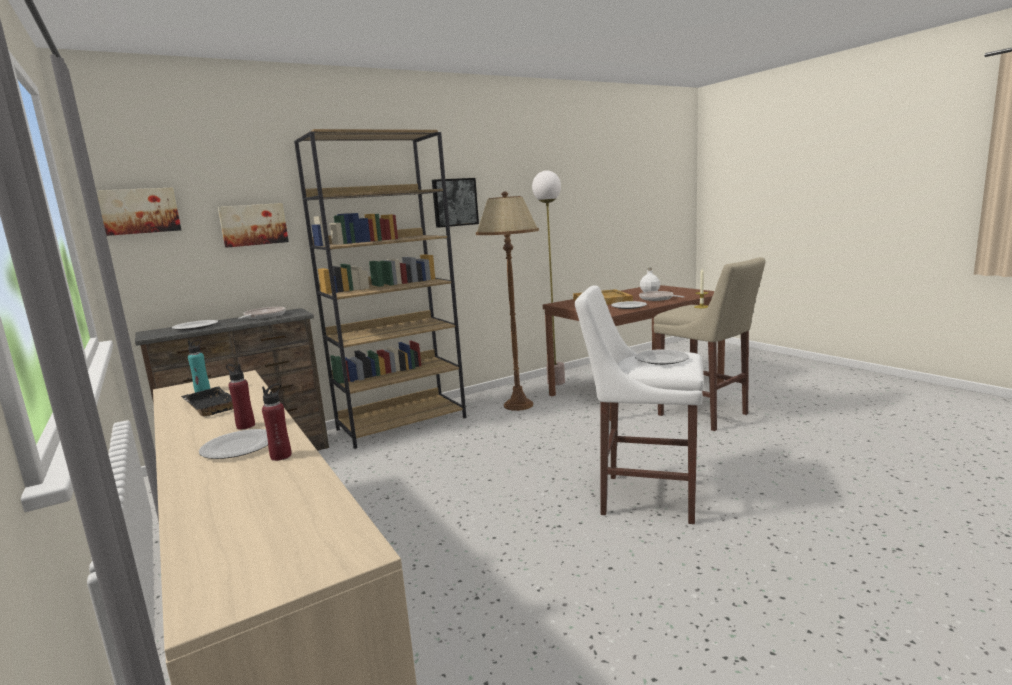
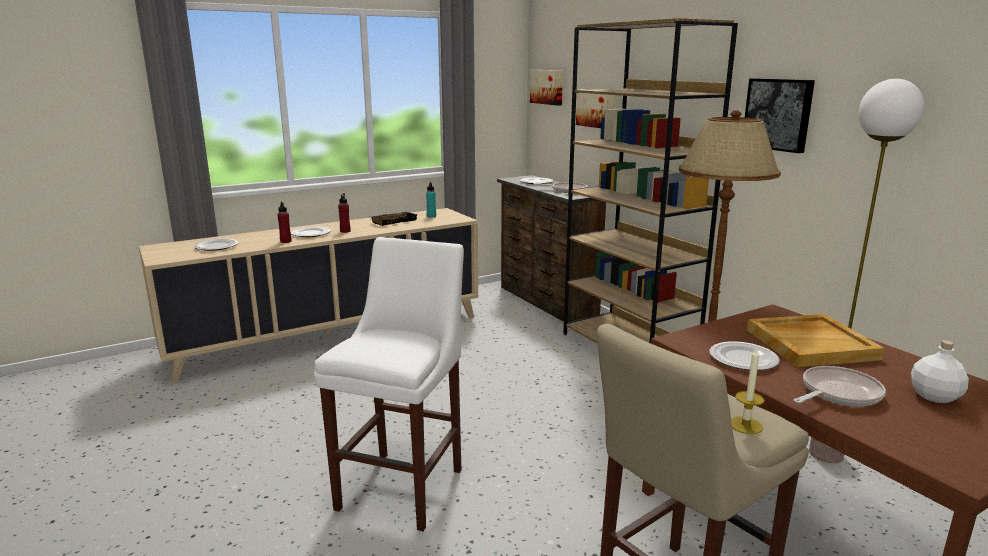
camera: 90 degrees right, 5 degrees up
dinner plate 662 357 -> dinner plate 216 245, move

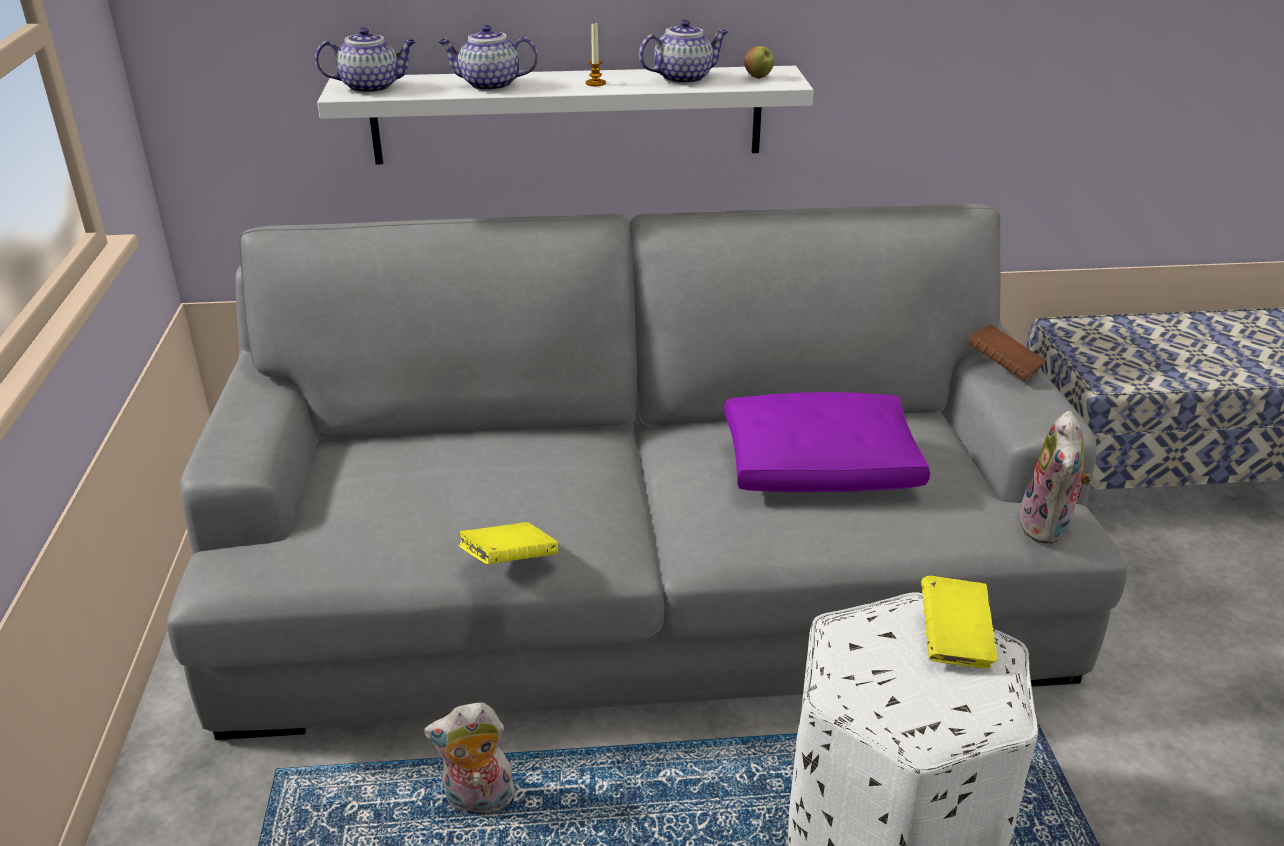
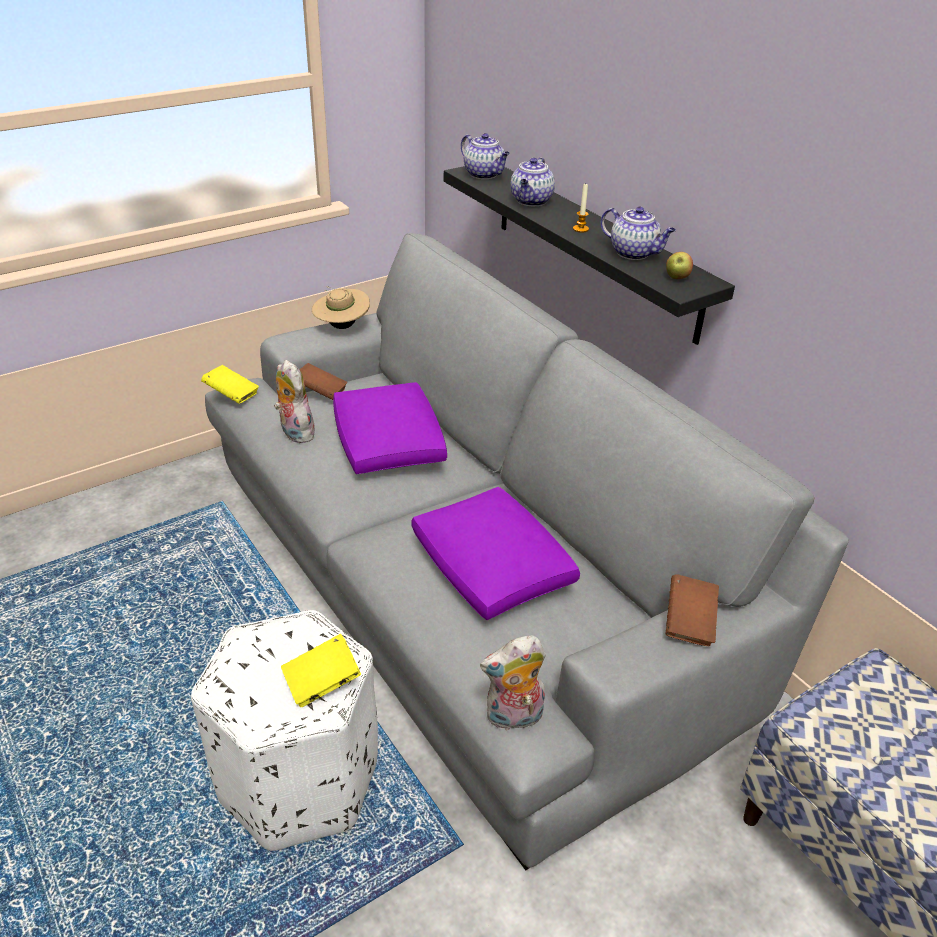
camera: 60 degrees right, 5 degrees up
teapot 488 58 -> teapot 532 181, 135 degrees counterclockwise
whitish bracket shelf 565 115 -> black-coloured bracket shelf 589 255
yellowish book 508 543 -> yellowish book 230 384, move
cuddly toy 470 758 -> cuddly toy 294 401, move
none -> beige-coloured wearable hat 341 307
none -> brownish book 323 381
none -> purple-coloured pillow 390 428

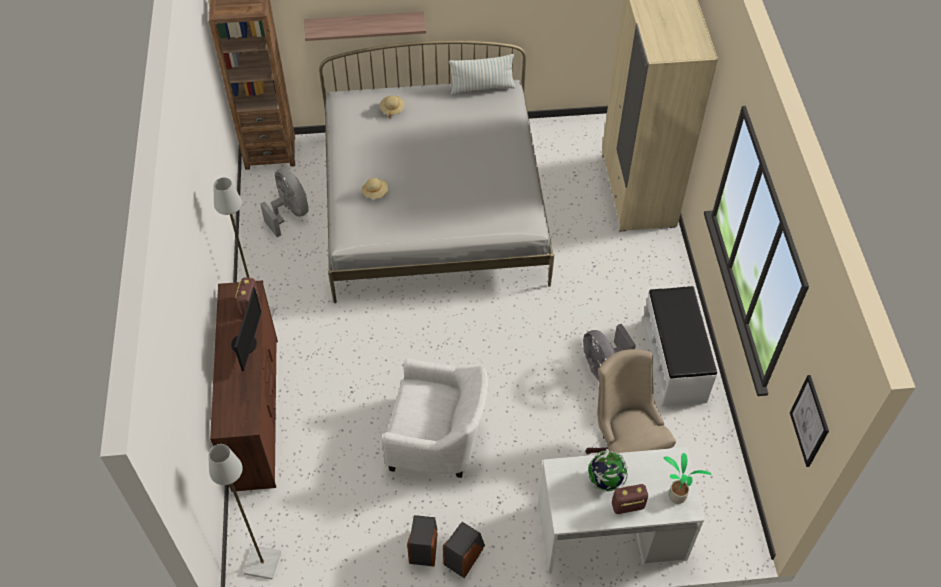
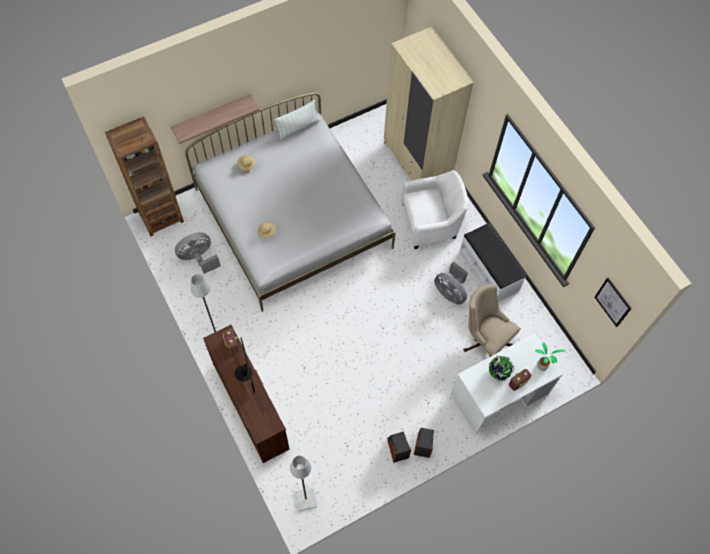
camera: 25 degrees left, 10 degrees up
greyish cooling fan 284 202 -> greyish cooling fan 198 253, 60 degrees counterclockwise
whitish armchair 435 418 -> whitish armchair 434 209, move

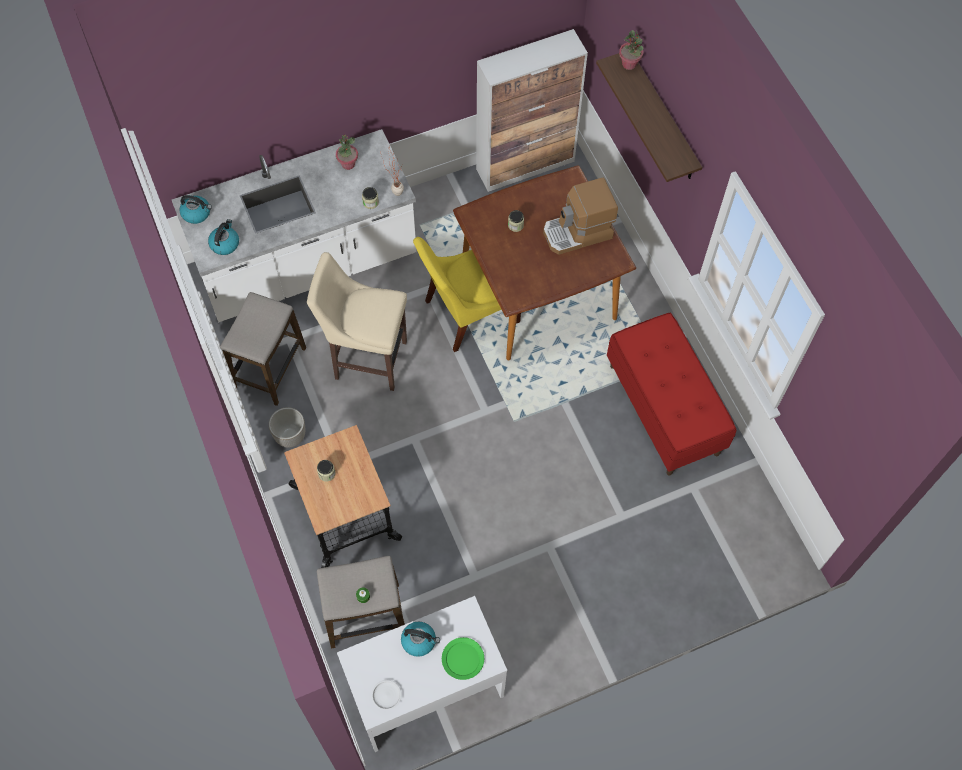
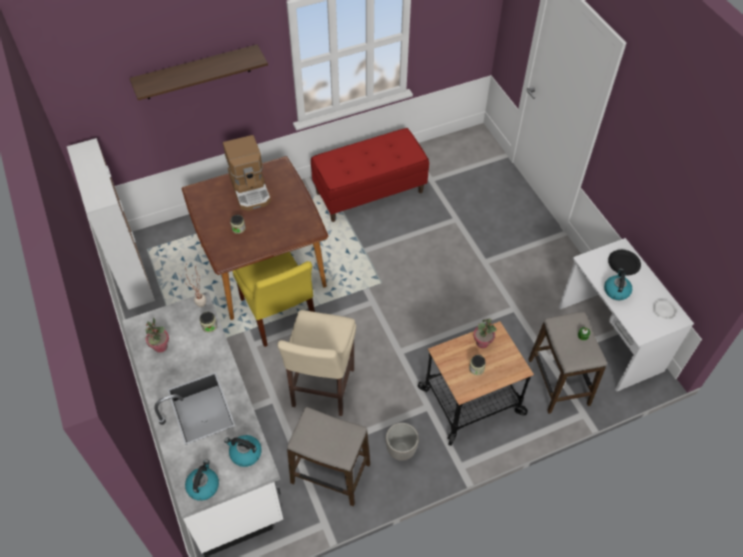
camera: 90 degrees left, 10 degrees down
potted plant 631 50 -> potted plant 485 333, move
green dinner plate 463 658 -> black-coloured dinner plate 624 262

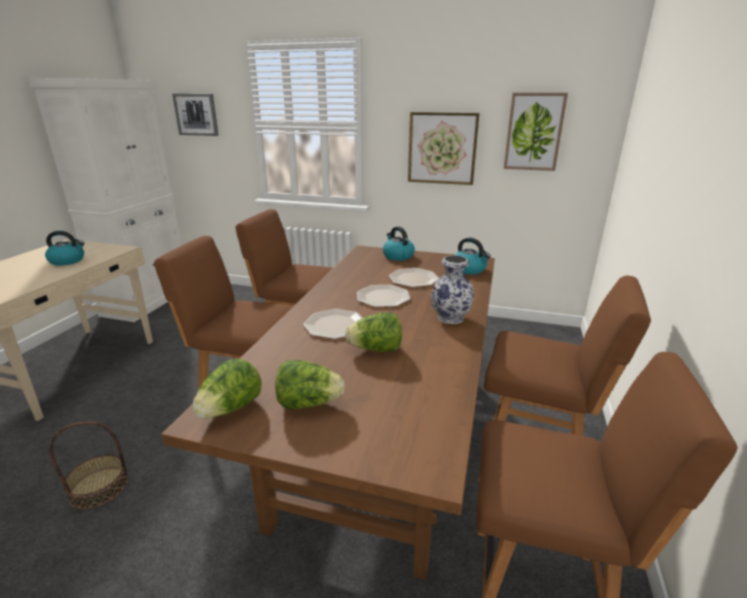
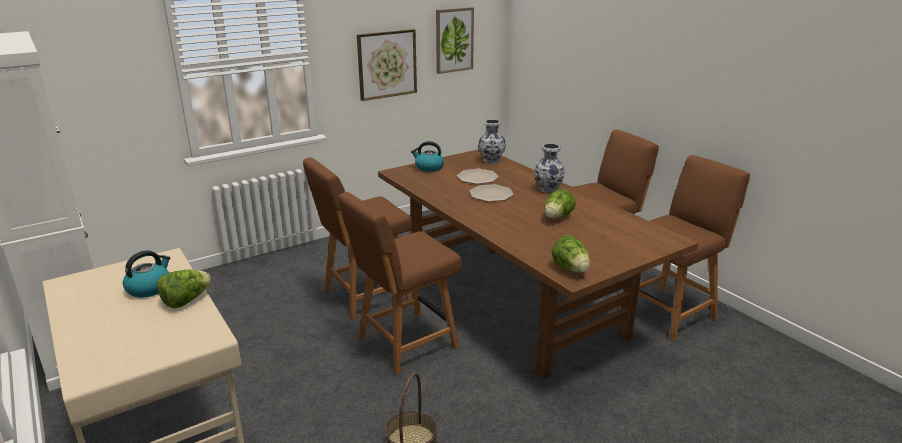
camera: 50 degrees left, 0 degrees up
wall art 195 115 -> none
kettle 473 256 -> decorative vase 492 141
dinner plate 333 324 -> none
lettuce 310 384 -> lettuce 184 288, move

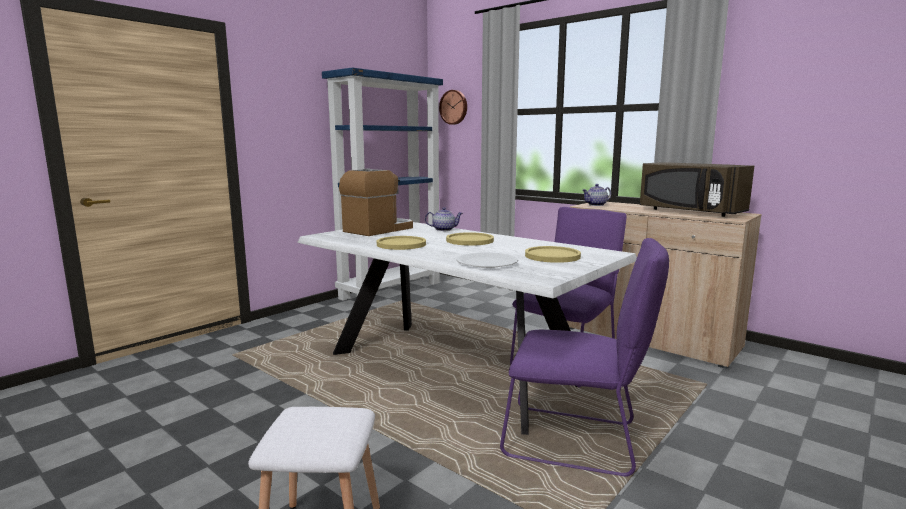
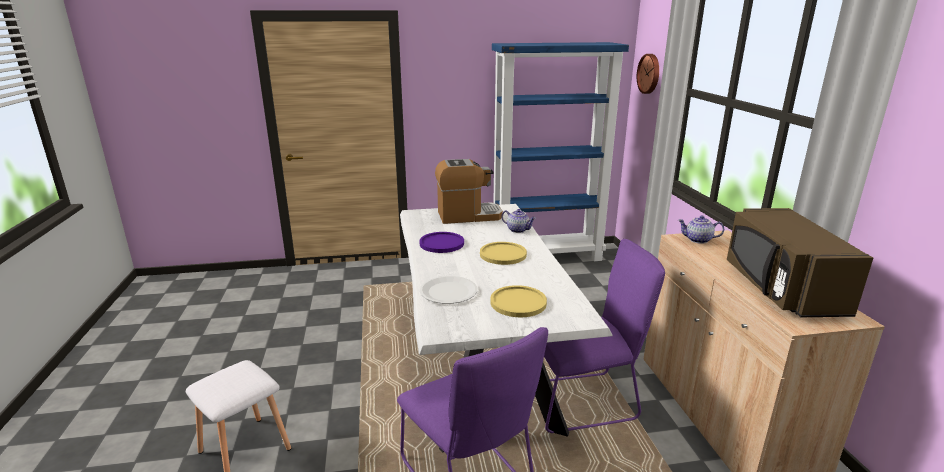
camera: 40 degrees right, 10 degrees up
yellowish dinner plate 401 243 -> purple-coloured dinner plate 441 242

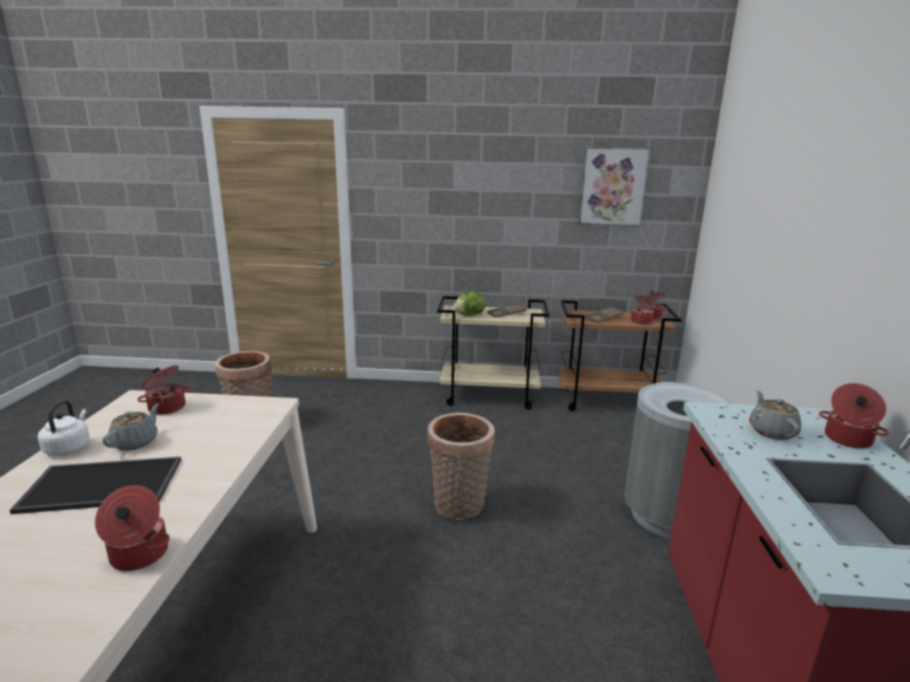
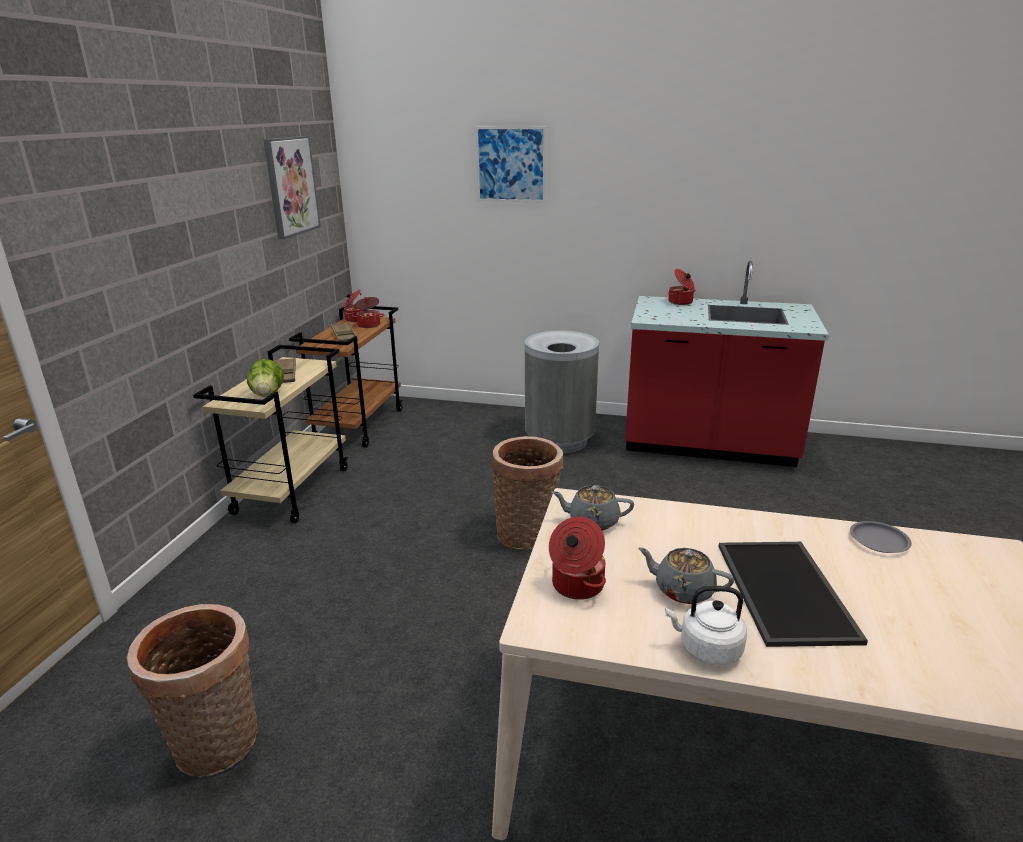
camera: 80 degrees left, 5 degrees up
greyish teapot 775 415 -> greyish teapot 593 508, move
stockpot 132 528 -> greyish dinner plate 881 537
none -> wall art 511 164

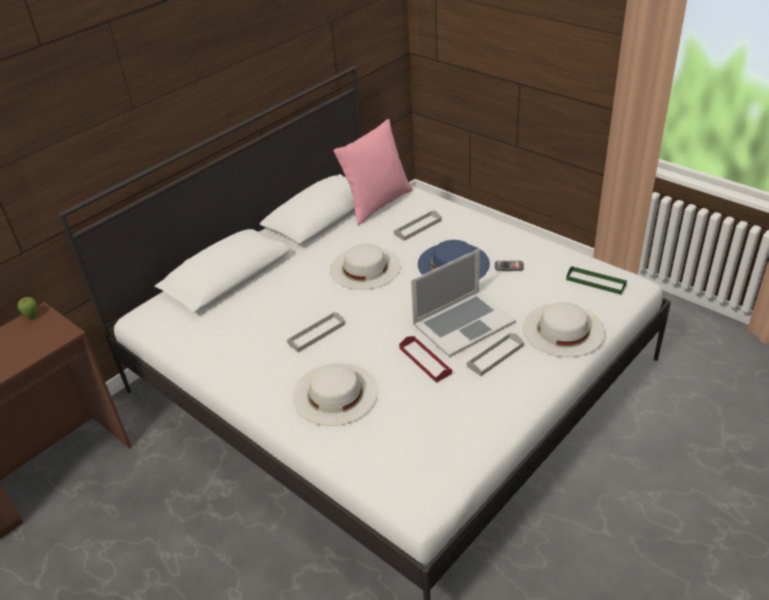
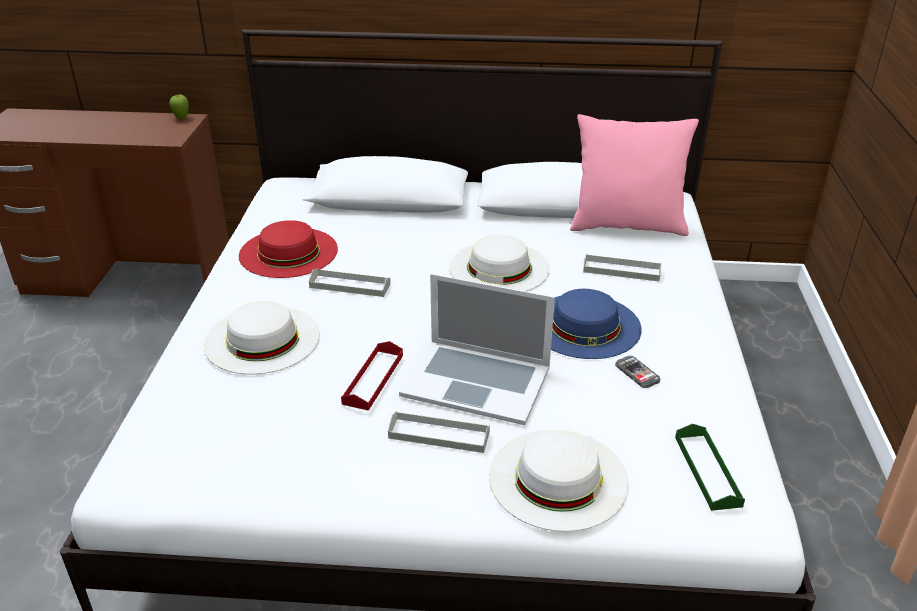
camera: 50 degrees right, 5 degrees down
none -> reddish wearable hat 288 249

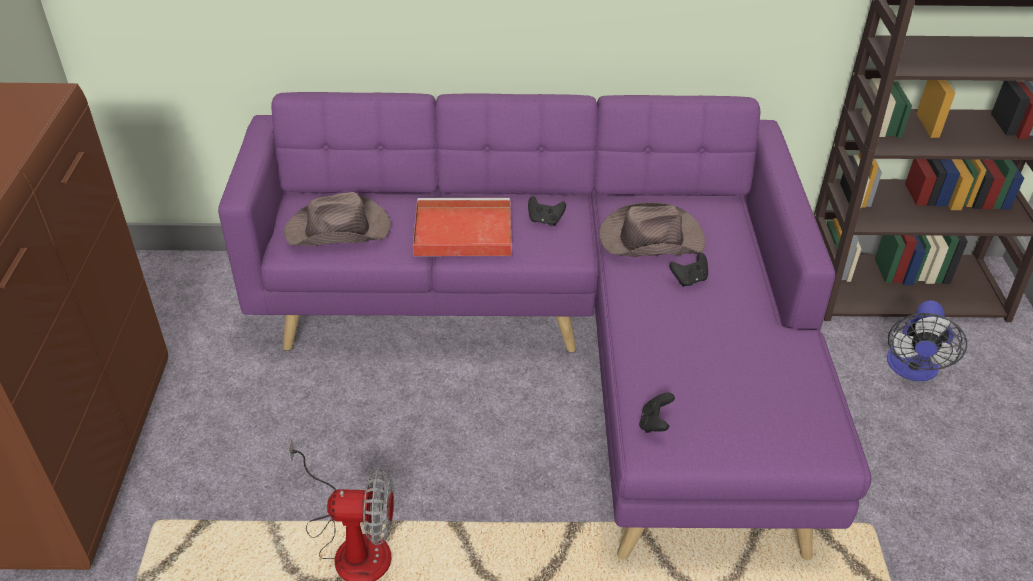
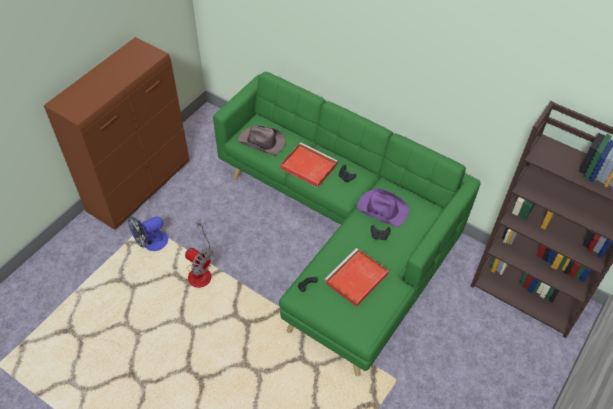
camera: 35 degrees right, 10 degrees up
purple-coloured sofa 545 326 -> green sofa 347 224
brownish wearable hat 652 229 -> purple-coloured wearable hat 383 207
cooling fan 927 340 -> cooling fan 148 233, move
none -> reddish serving tray 356 277

